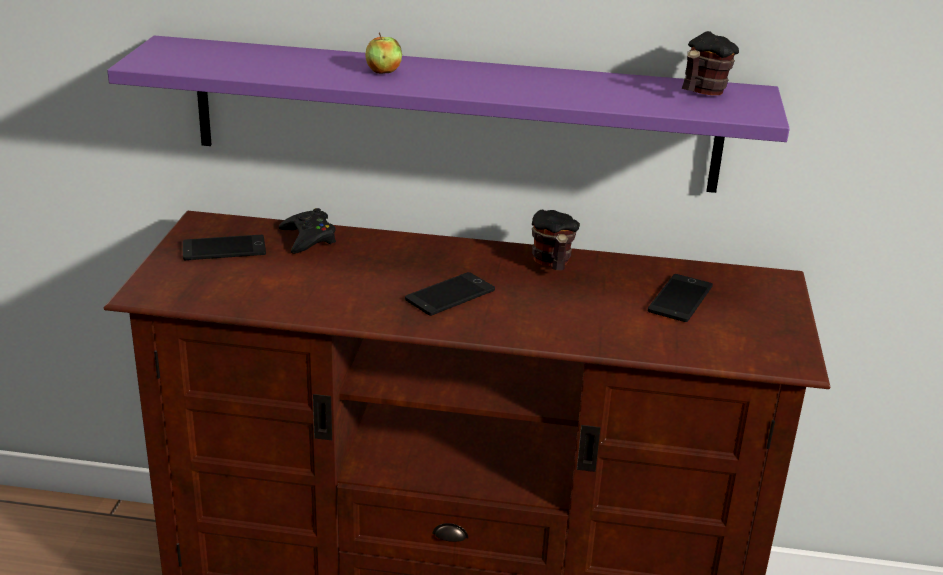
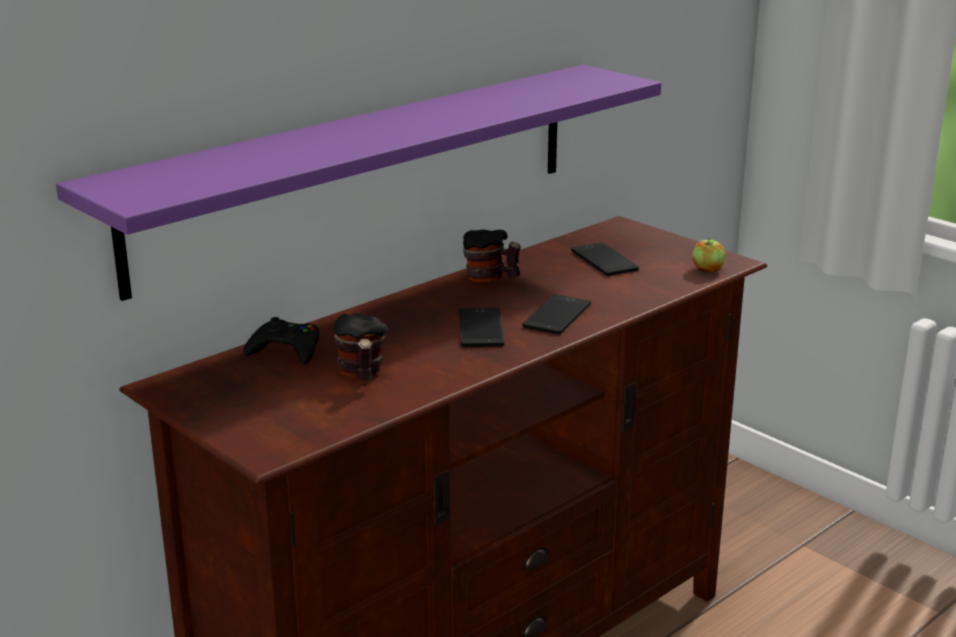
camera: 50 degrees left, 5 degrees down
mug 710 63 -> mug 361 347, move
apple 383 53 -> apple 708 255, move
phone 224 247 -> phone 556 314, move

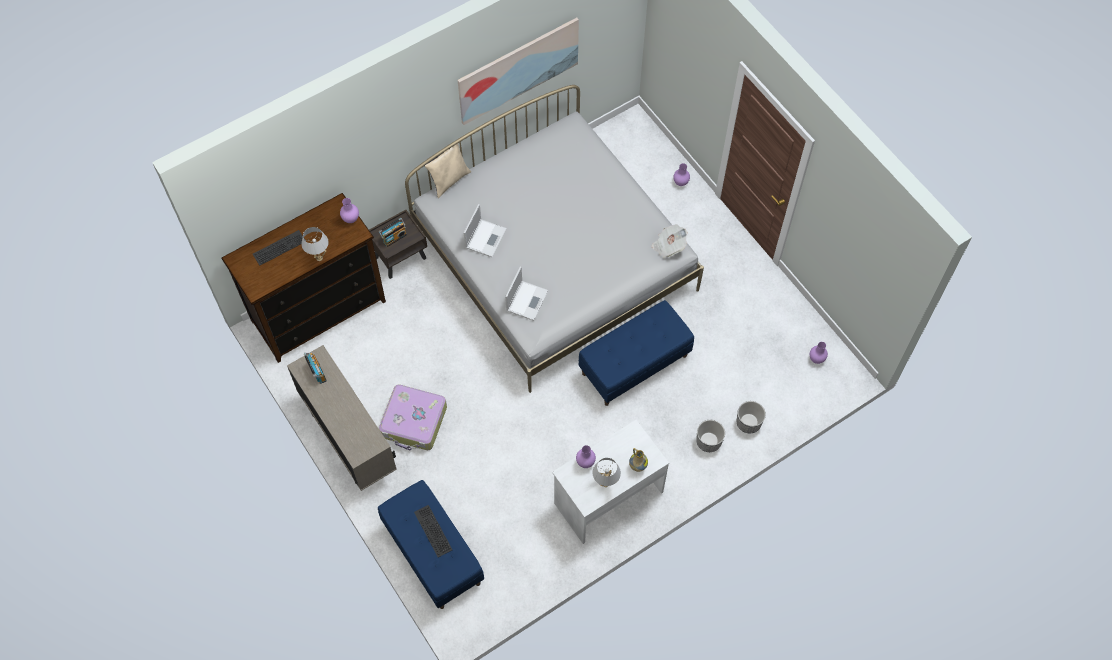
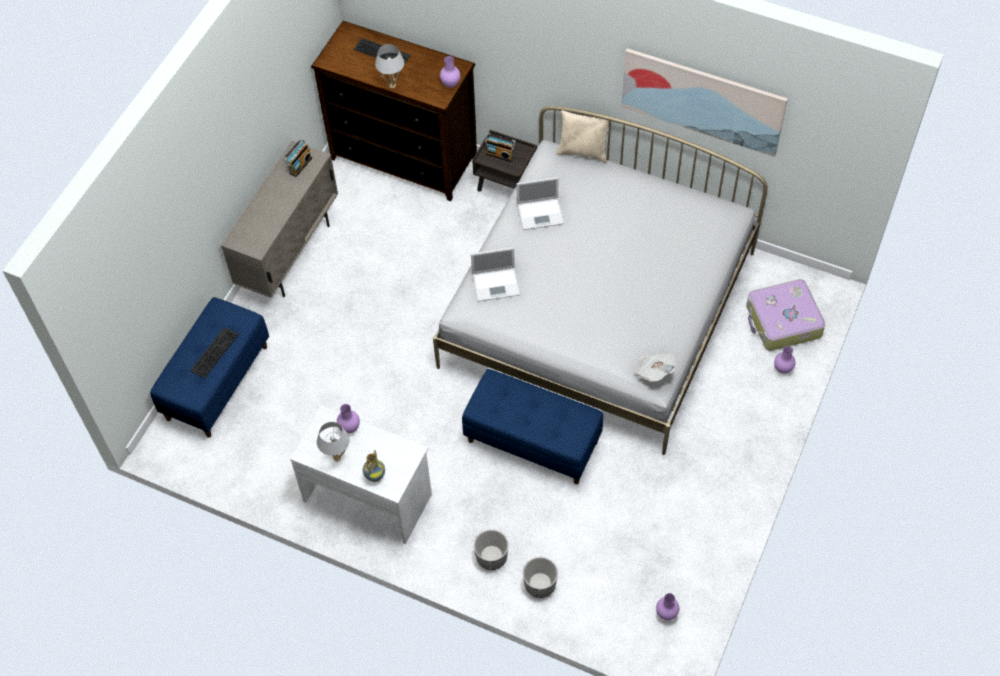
camera: 60 degrees right, 5 degrees down
travel case 413 417 -> travel case 786 315, move

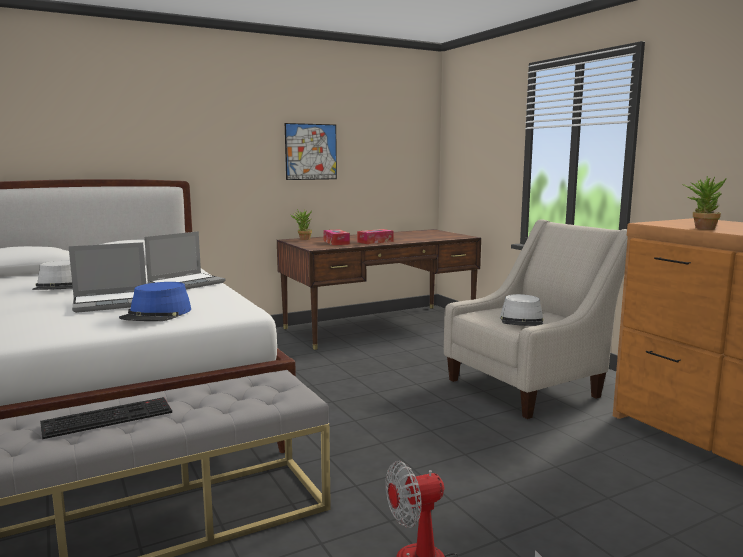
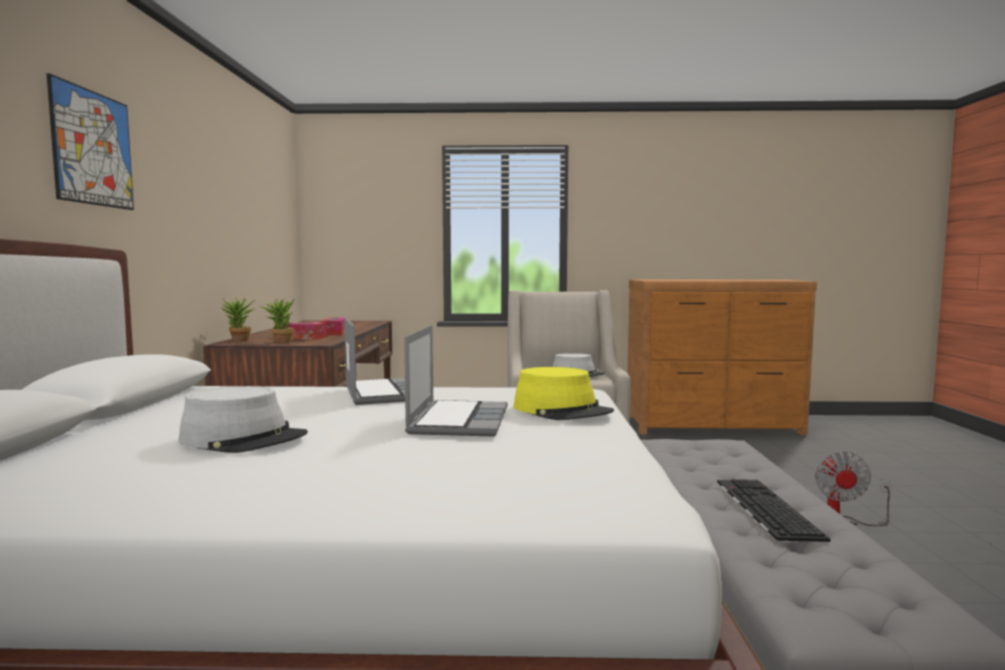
camera: 60 degrees left, 5 degrees down
wall art 311 151 -> wall art 90 141, move
potted plant 704 203 -> potted plant 276 320, move
blue wearable hat 155 301 -> yellowish wearable hat 563 393

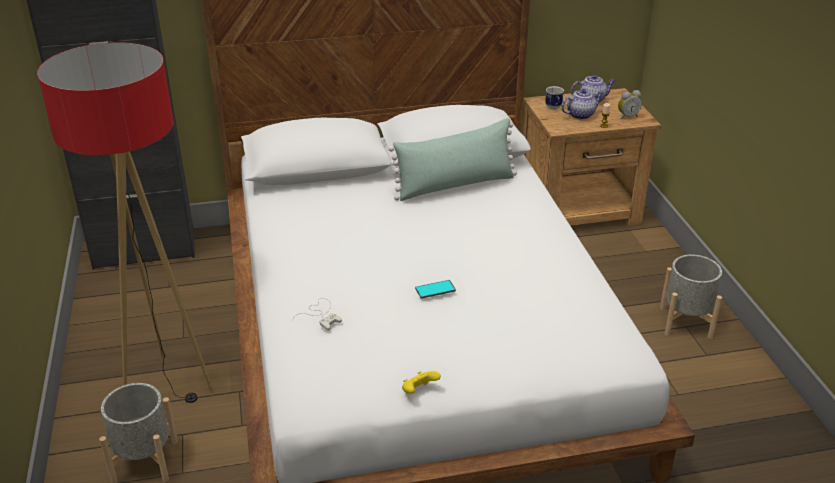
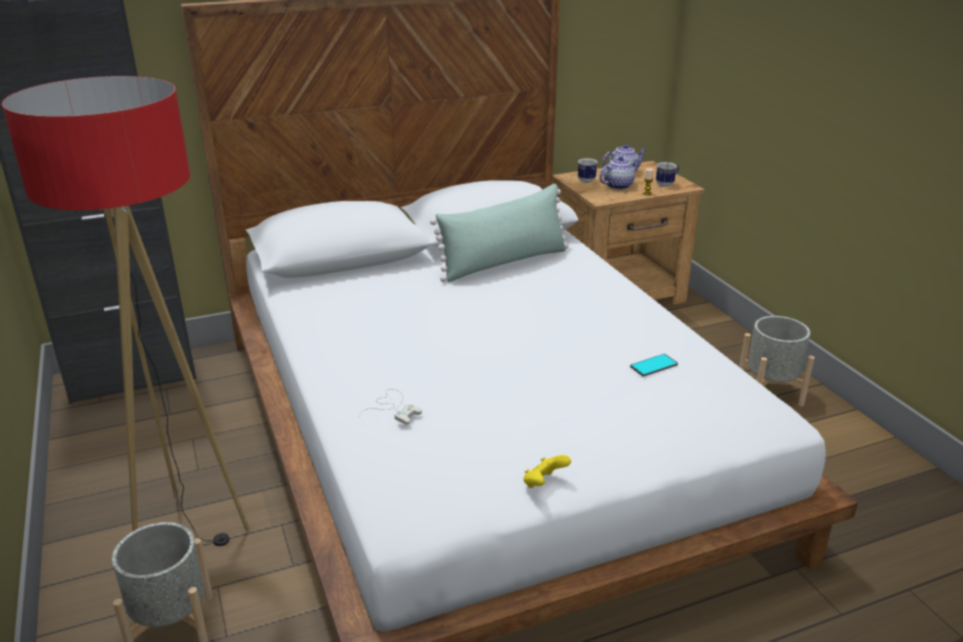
camera: 10 degrees left, 5 degrees down
table clock 630 105 -> mug 667 174
phone 435 289 -> phone 654 365, move

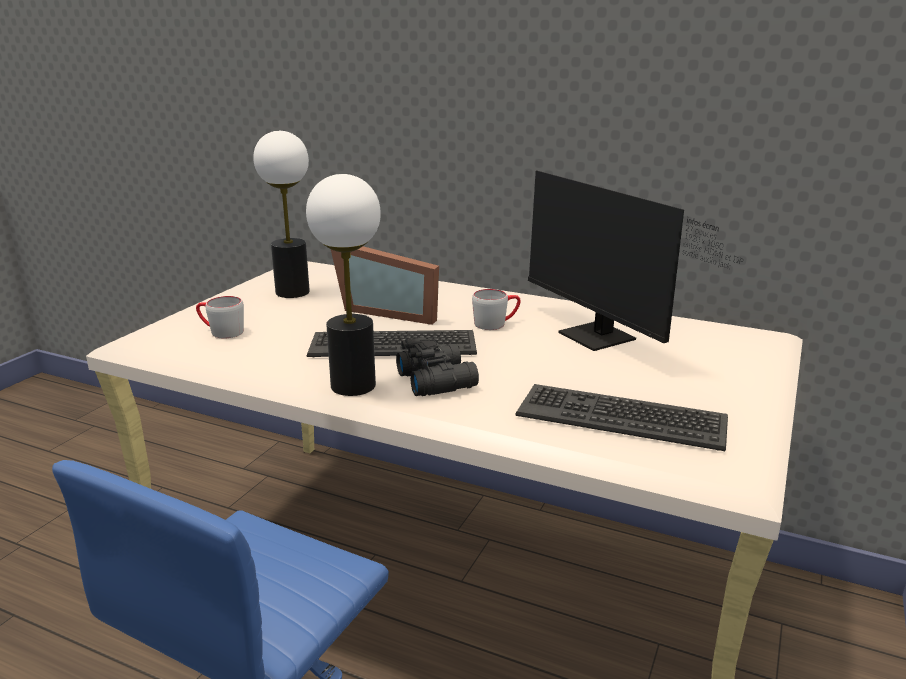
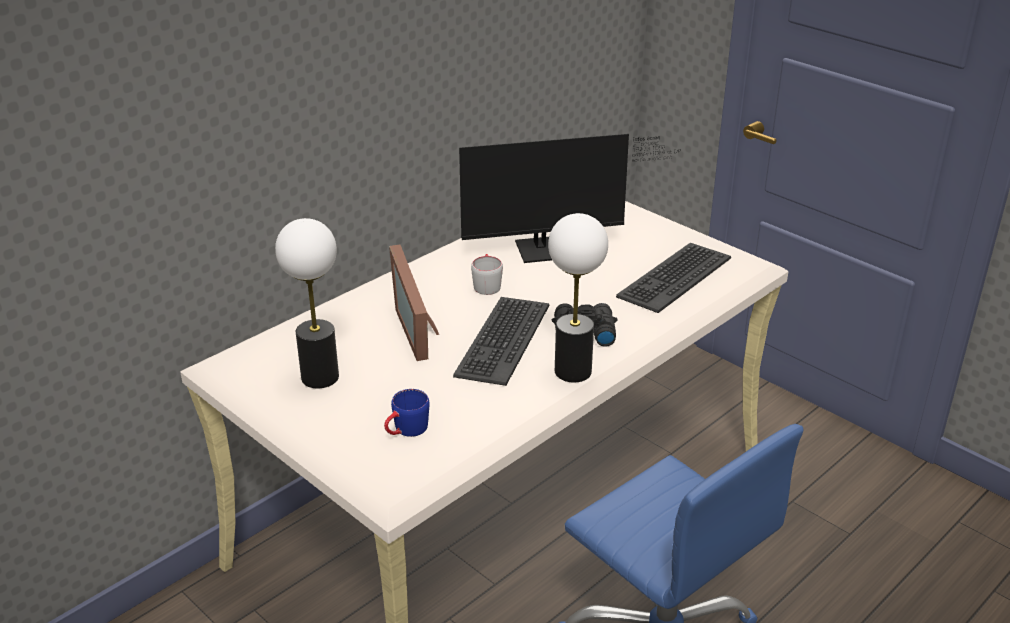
camera: 70 degrees left, 10 degrees up
photo frame 385 285 -> photo frame 414 302, 120 degrees clockwise
greyish mug 220 317 -> blue mug 407 413

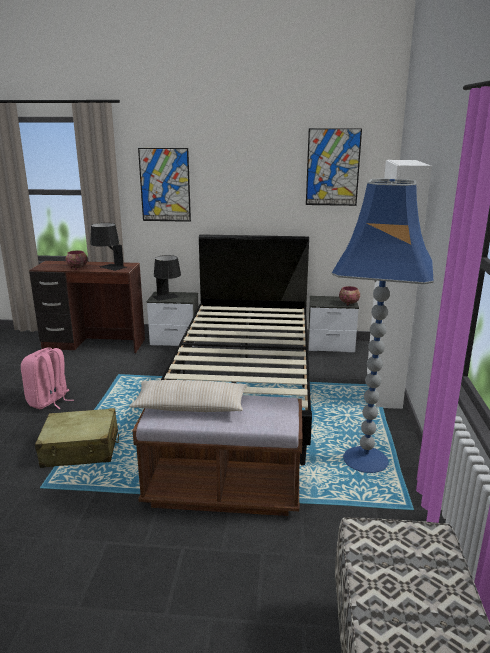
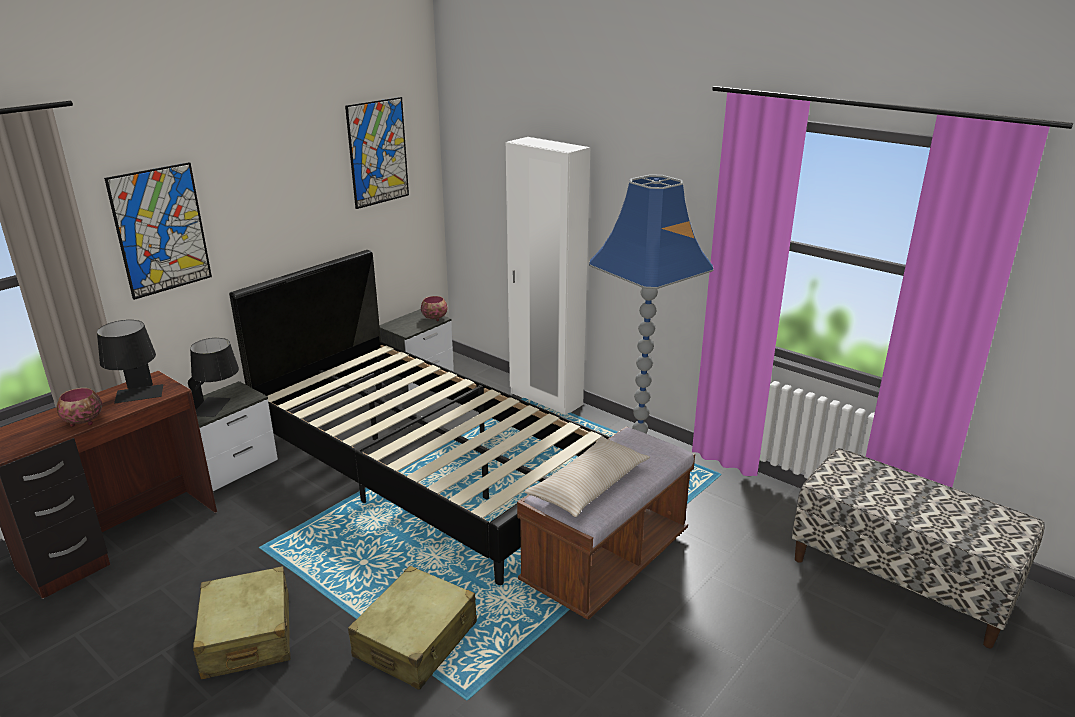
camera: 55 degrees left, 5 degrees up
pink-coloured backpack 47 378 -> beige-coloured travel case 242 622

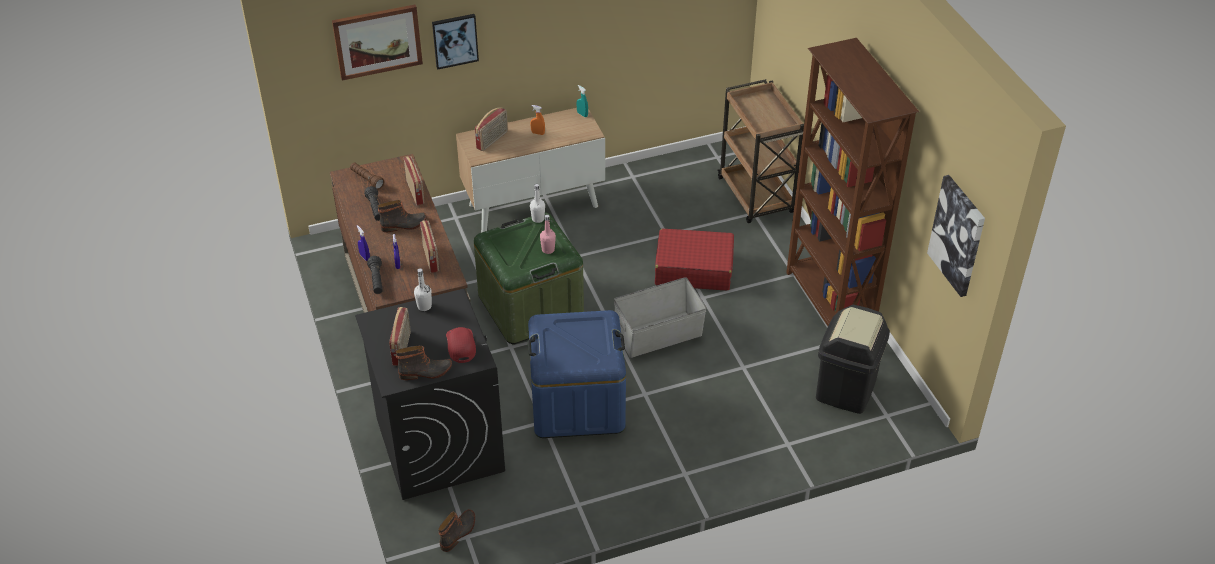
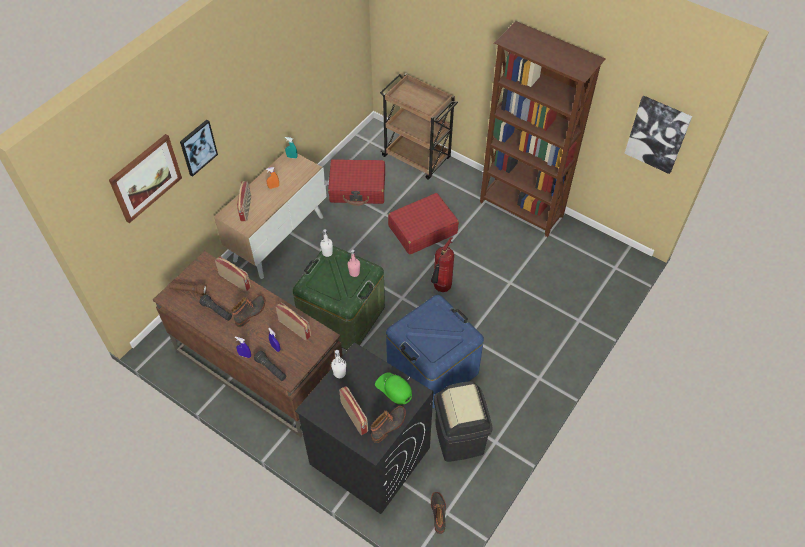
camera: 35 degrees left, 10 degrees up
greyish storage bin 660 317 -> extinguisher 442 264
black-coloured rubbish bin 853 359 -> black-coloured rubbish bin 463 421, move
reddish peaked cap 461 345 -> green peaked cap 393 388
none -> reddish travel case 356 182

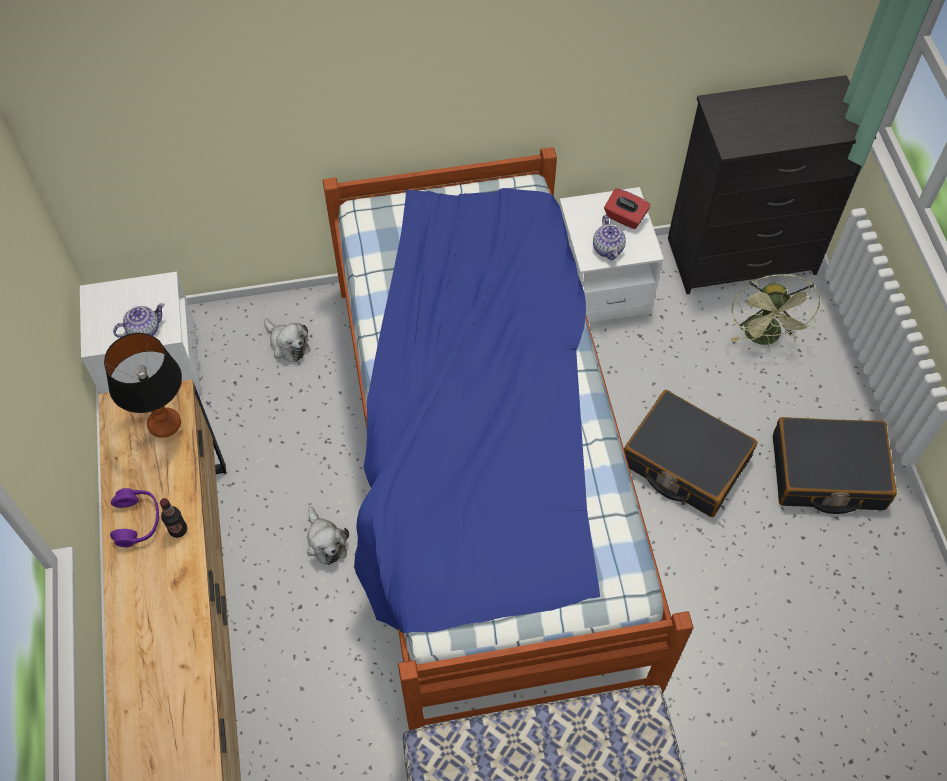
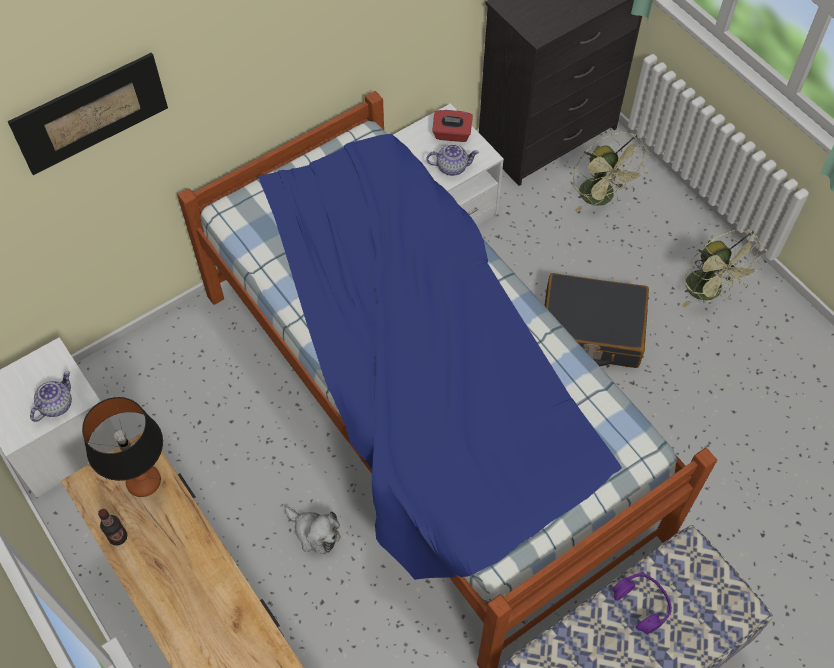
camera: 25 degrees left, 0 degrees up
teapot 609 238 -> teapot 452 160, 60 degrees counterclockwise
cuddly toy 287 340 -> none
black-coloured travel case 835 465 -> green cooling fan 724 268
purple-coloured headphones 134 518 -> purple-coloured headphones 642 603, move
drink bottle 173 518 -> drink bottle 112 527, move
none -> wall art 87 114

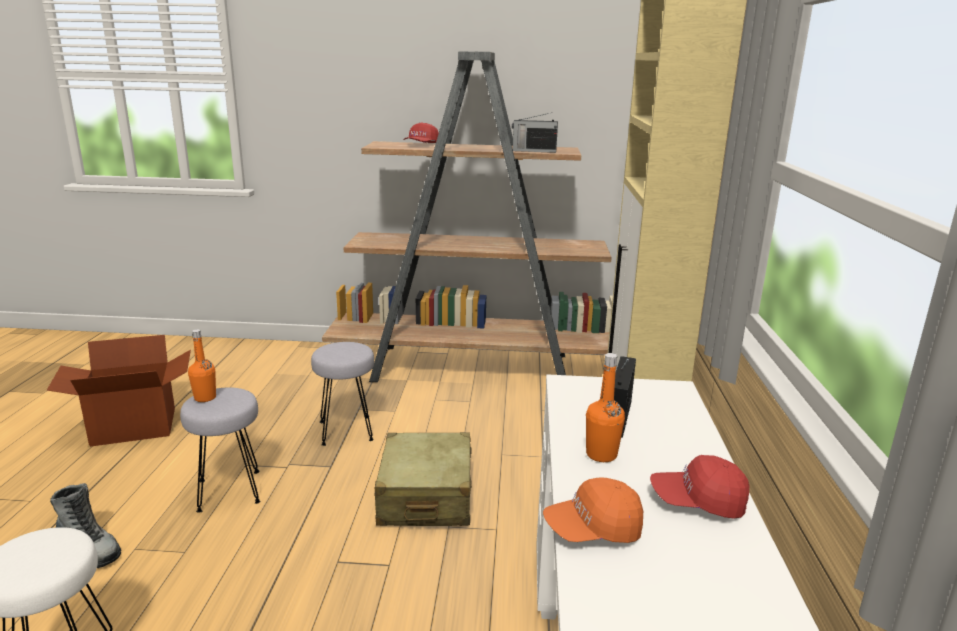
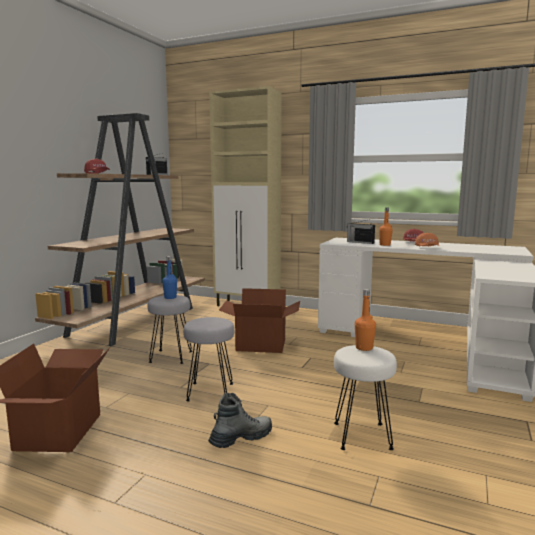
camera: 70 degrees left, 10 degrees down
orange drink bottle 202 365 -> orange drink bottle 365 320, move
beige-coloured travel case 423 479 -> cardboard box 259 320
none -> blue drink bottle 169 277

